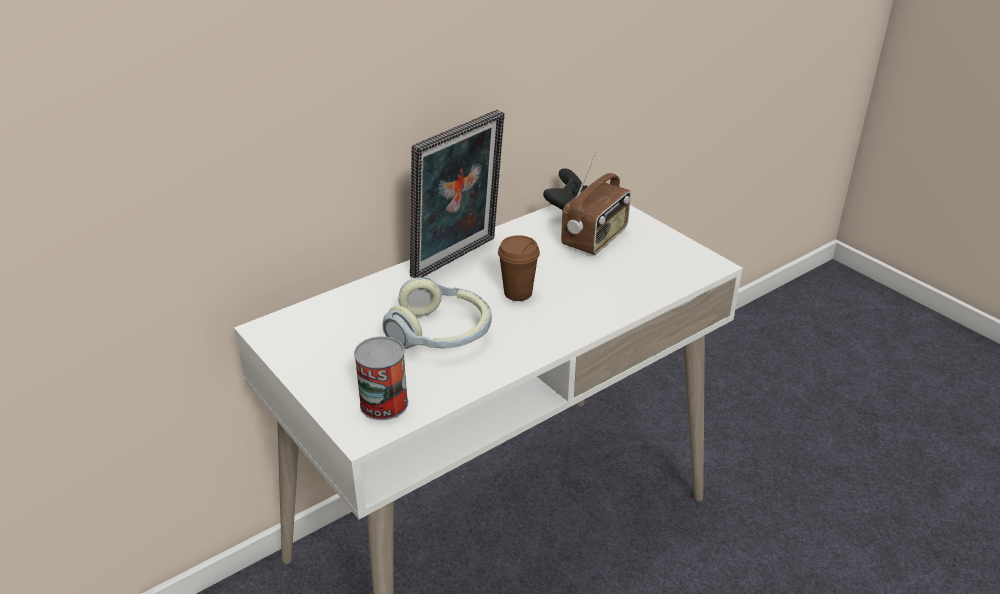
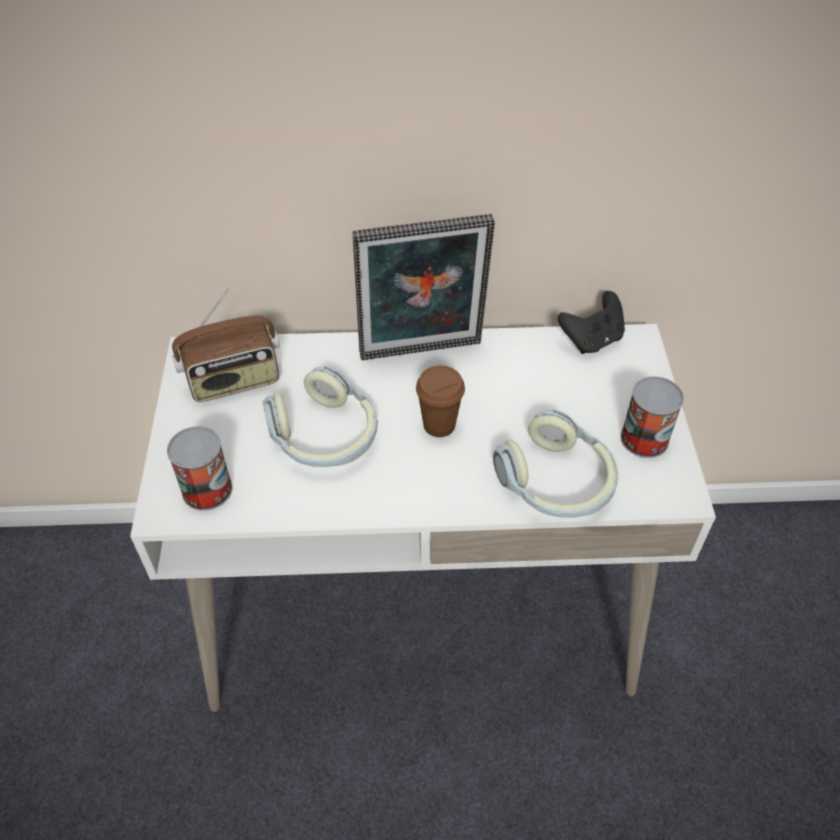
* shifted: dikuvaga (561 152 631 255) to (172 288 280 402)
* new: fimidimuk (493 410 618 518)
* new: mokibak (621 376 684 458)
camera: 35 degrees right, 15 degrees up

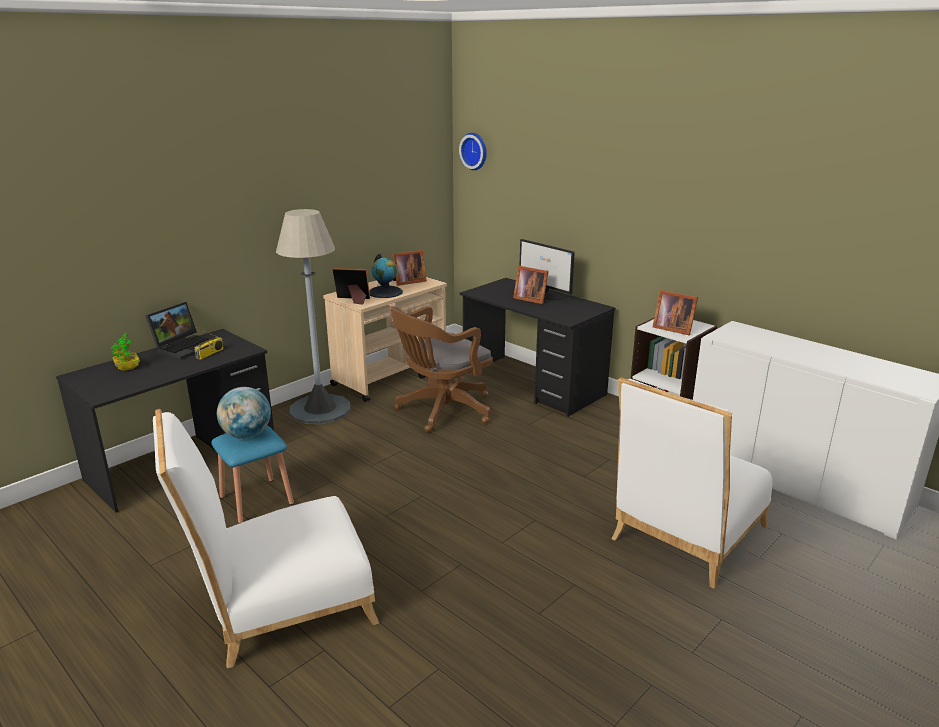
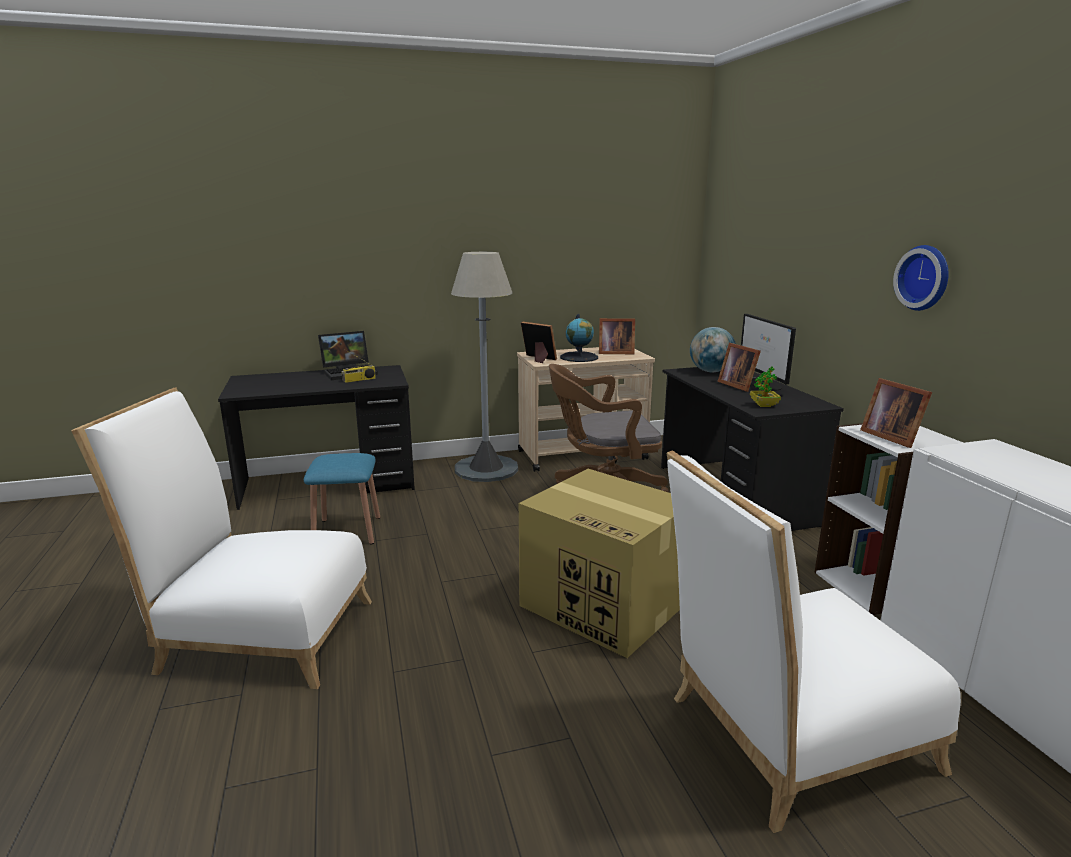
* shifted: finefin (111 333 140 371) to (750 366 781 407)
* shifted: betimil (217 387 271 439) to (690 327 736 372)
* shifted: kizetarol (459 133 487 170) to (893 245 949 311)
* new: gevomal (519 469 680 658)
camera: 30 degrees right, 5 degrees down

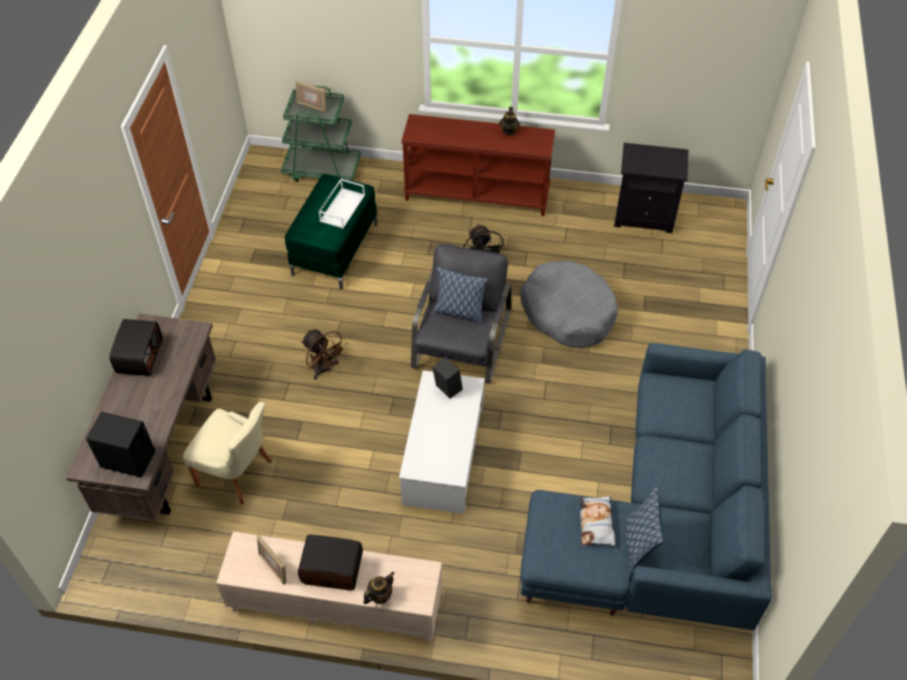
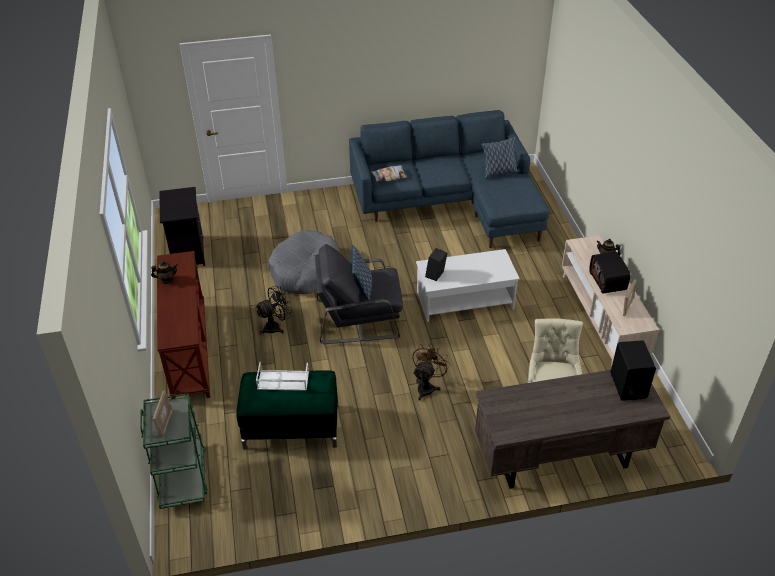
* gone: dikuvaga (109 319 163 376)
* shifted: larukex (579 496 615 546) to (371 165 407 183)
camera: 110 degrees left, 10 degrees down

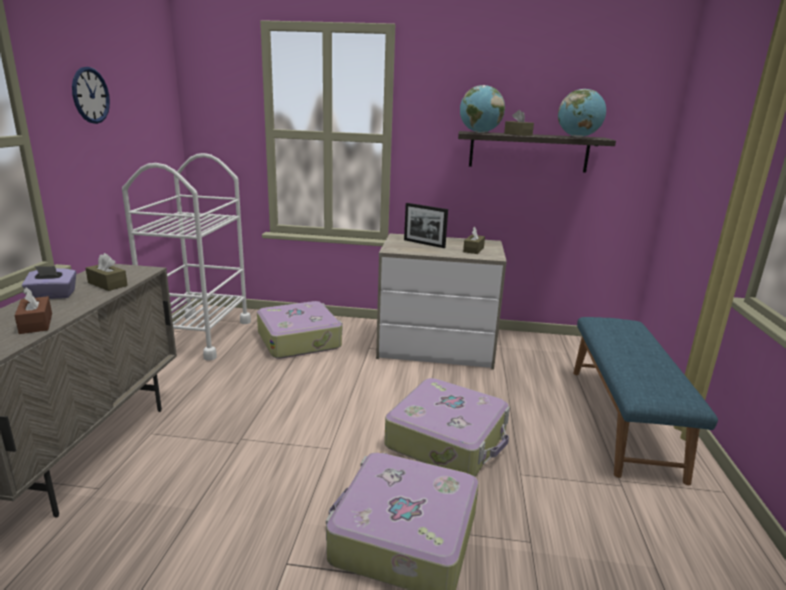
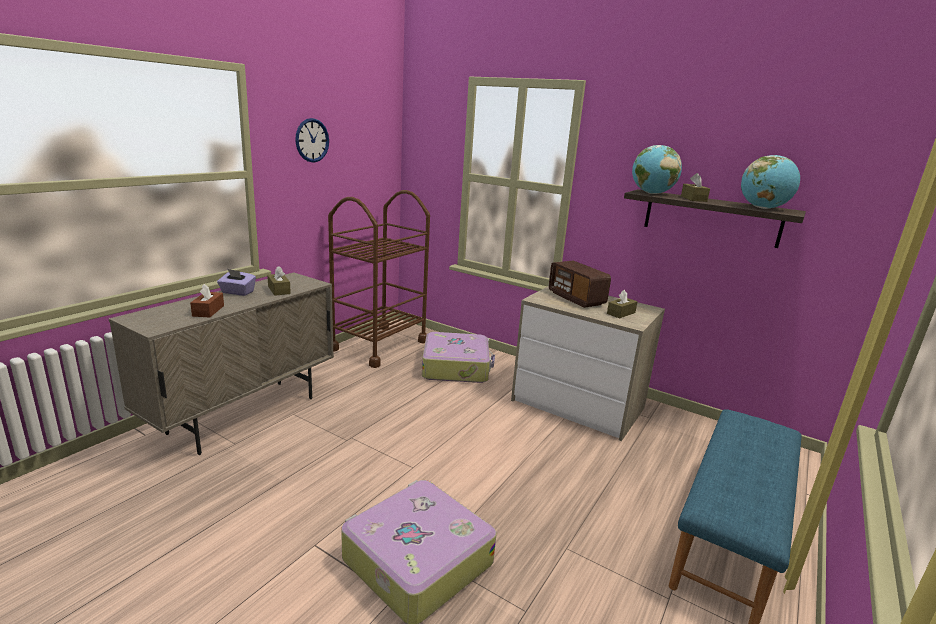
* repainted: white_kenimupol (122 153 251 361) to brown_kenimupol (328 190 430 368)
* gone: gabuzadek (384 378 510 477)
* swapped: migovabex (404 203 448 248) to dikuvaga (549 261 611 308)
camera: 25 degrees right, 0 degrees up

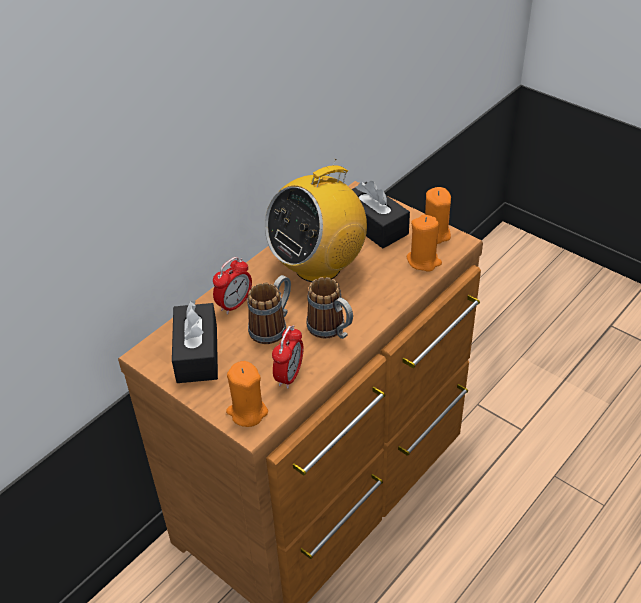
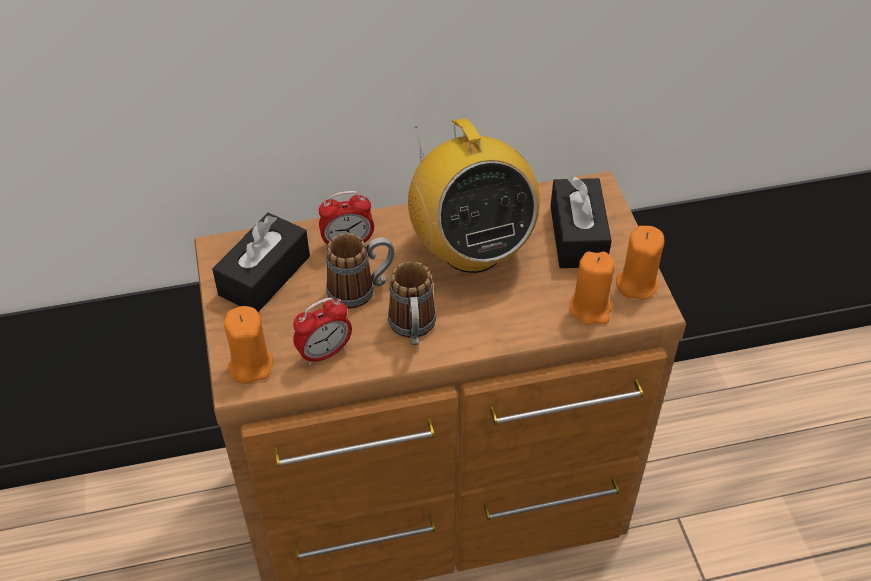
* rotated: dikuvaga (264 159 367 282) = (408 118 540 273) 105 degrees counterclockwise
camera: 35 degrees right, 5 degrees up

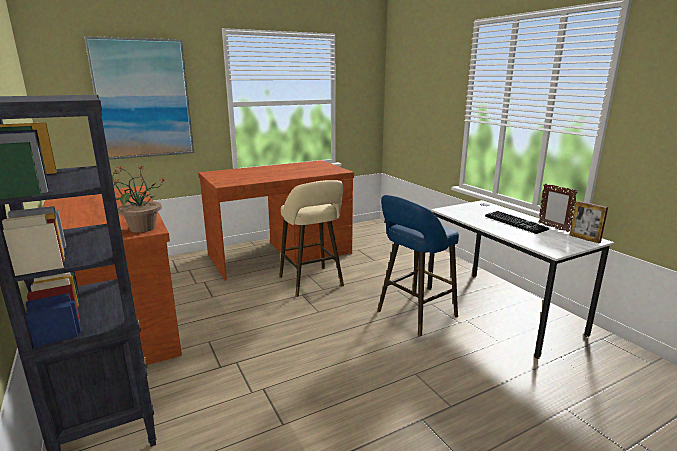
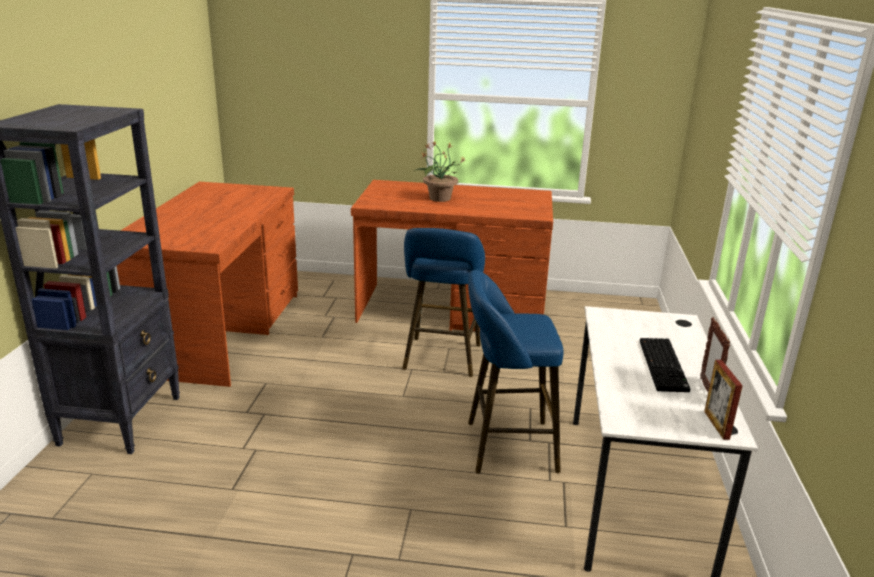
* gone: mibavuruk (84 36 194 160)
* shifted: finefin (112 164 166 233) to (414 141 466 202)
* repainted: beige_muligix (279 180 344 297) to blue_muligix (402 228 485 377)
camera: 35 degrees right, 5 degrees up

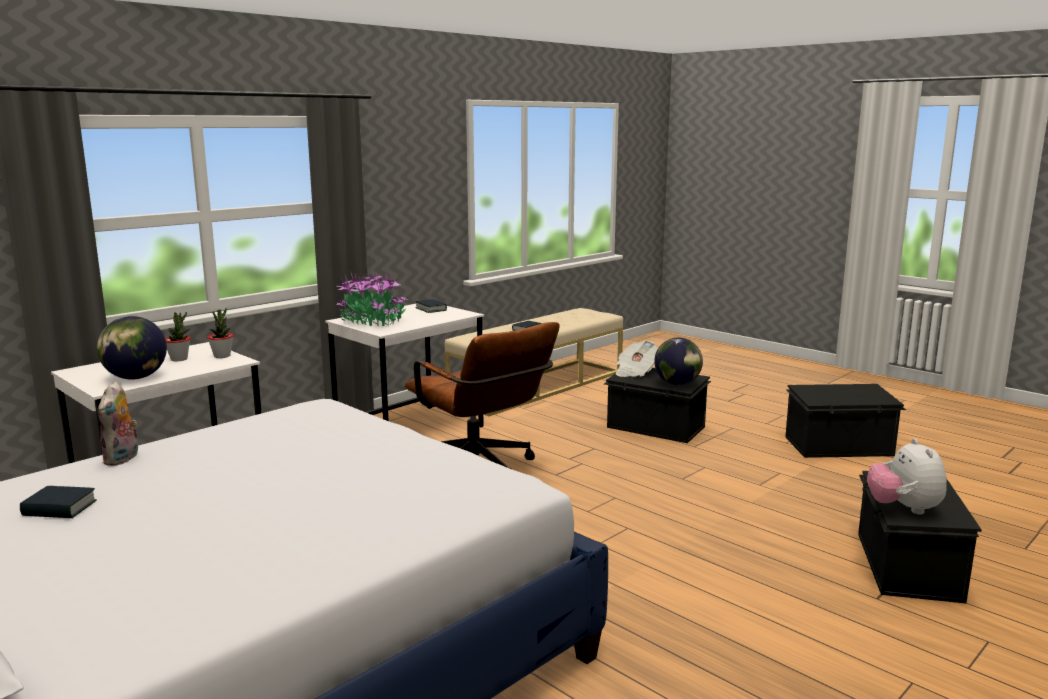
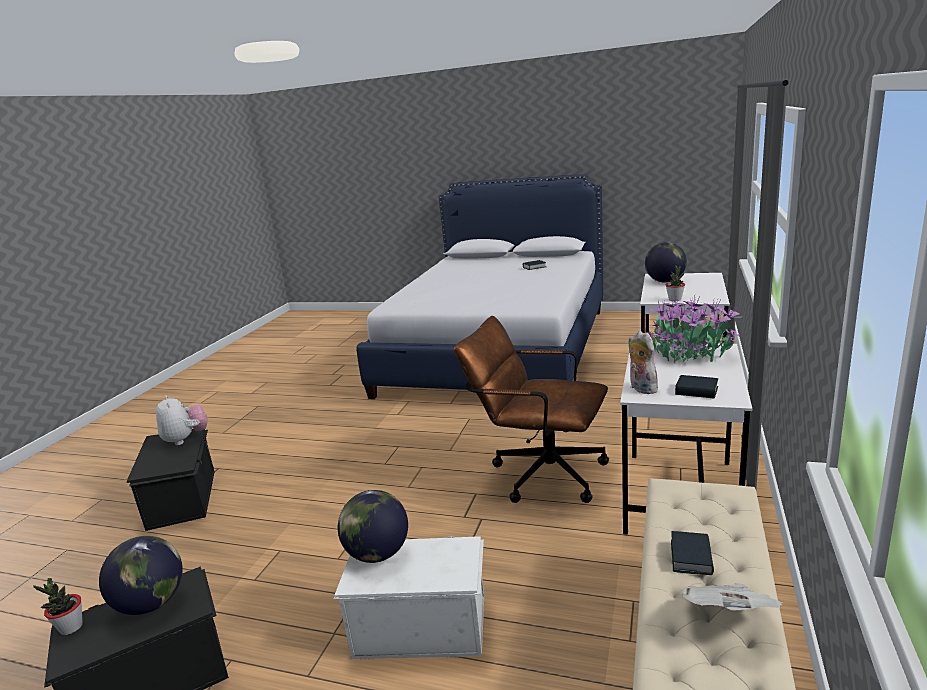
* shifted: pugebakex (98 381 138 466) to (628 331 660 394)
* shifted: finefin (165 312 190 361) to (34 578 83 635)
* repainted: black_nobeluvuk (604 368 711 443) to white_nobeluvuk (334 536 484 659)
* shifted: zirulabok (616 341 658 377) to (682 583 783 610)
* new: betimil (99 536 183 615)
camera: 155 degrees right, 5 degrees up

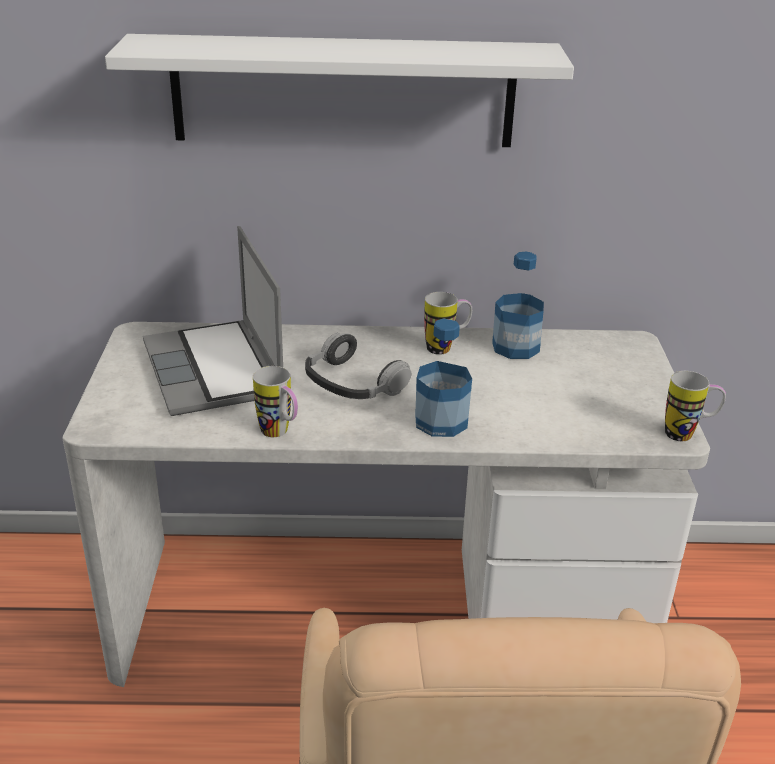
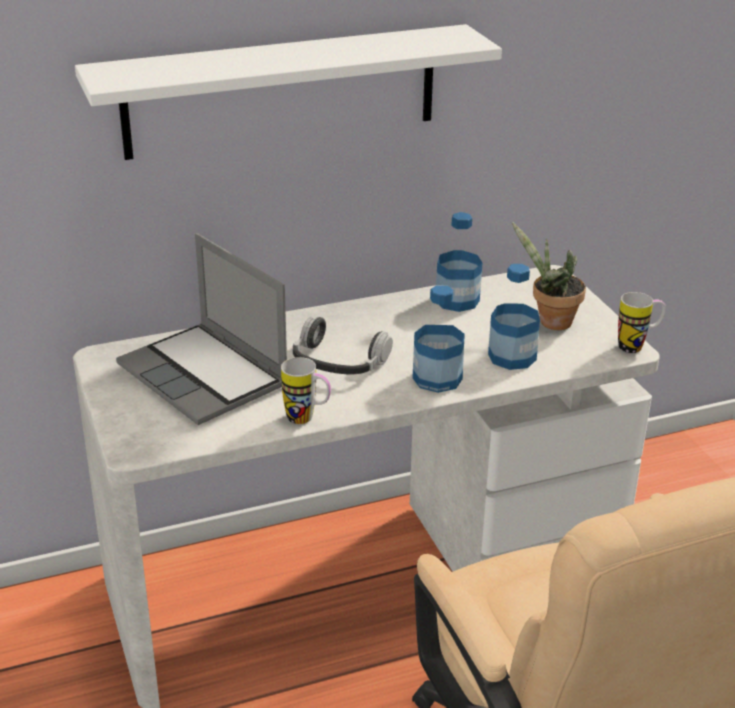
* gone: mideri (424 292 472 355)
* new: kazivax (488 264 540 370)
* new: finefin (512 222 586 330)
camera: 20 degrees left, 0 degrees up

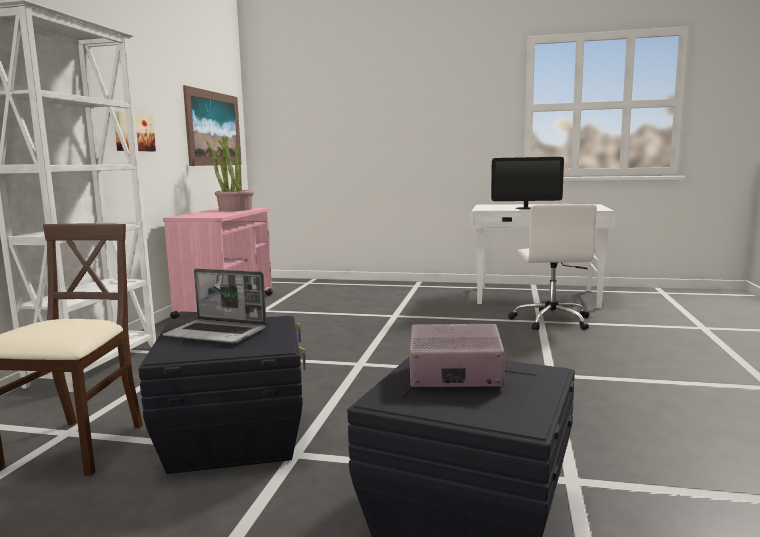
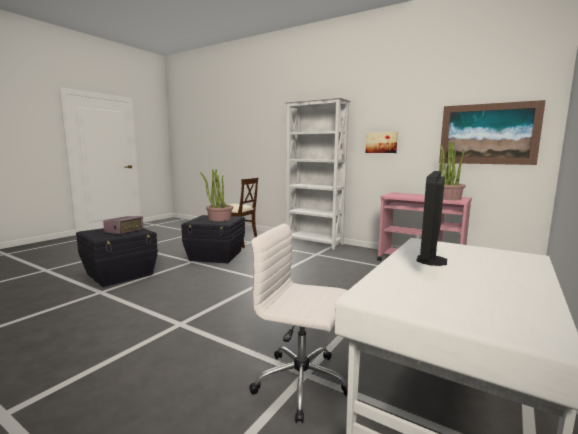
* swapped: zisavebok (163 268 267 343) to finefin (200 169 233 221)
camera: 110 degrees right, 0 degrees up

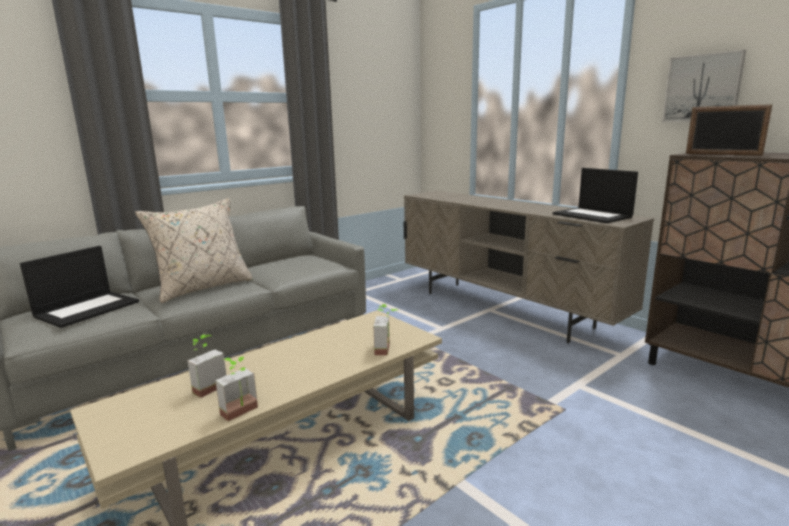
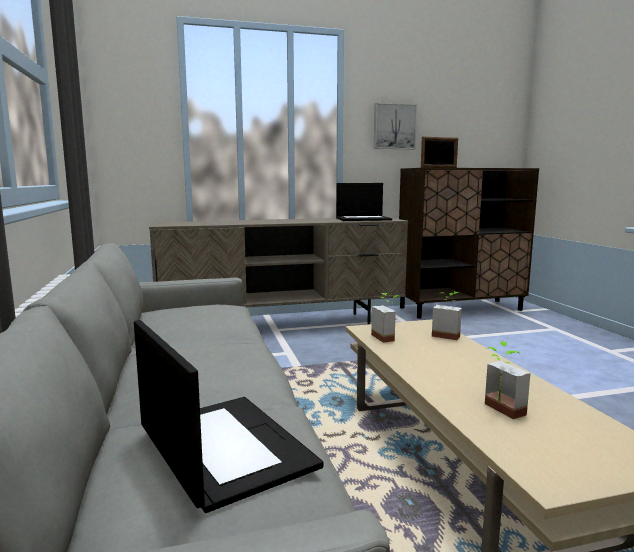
* gone: beige_larukex (135 198 253 303)
* shifted: finefin (215 357 258 421) to (371 293 399 343)
camera: 65 degrees left, 5 degrees down

